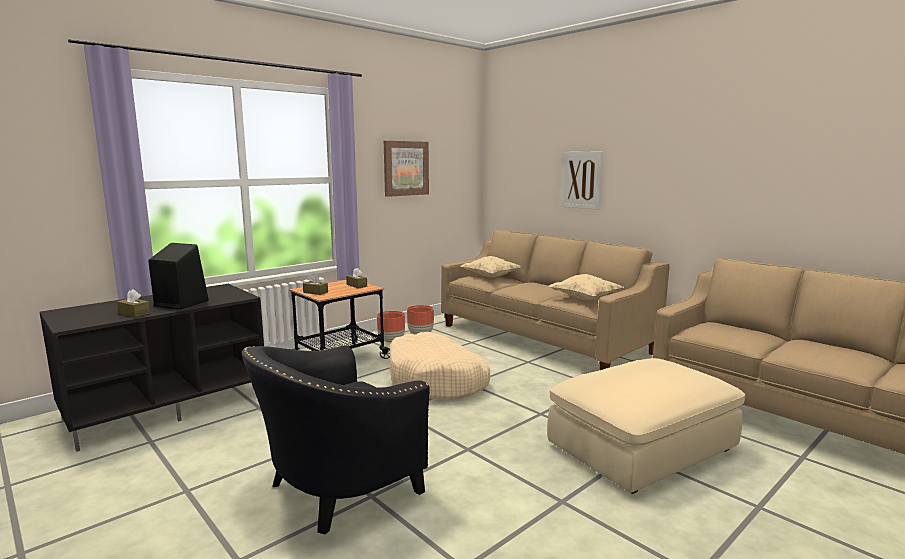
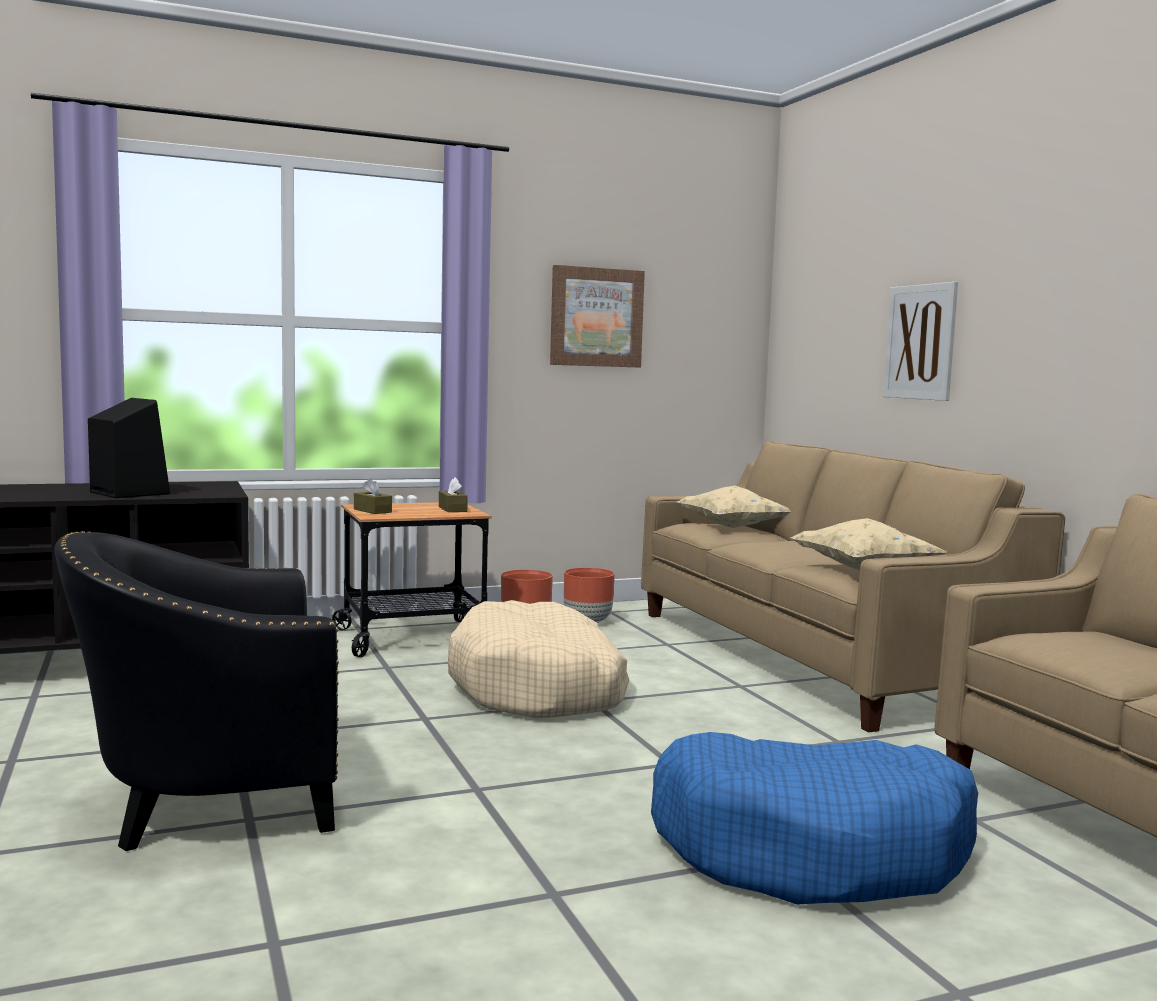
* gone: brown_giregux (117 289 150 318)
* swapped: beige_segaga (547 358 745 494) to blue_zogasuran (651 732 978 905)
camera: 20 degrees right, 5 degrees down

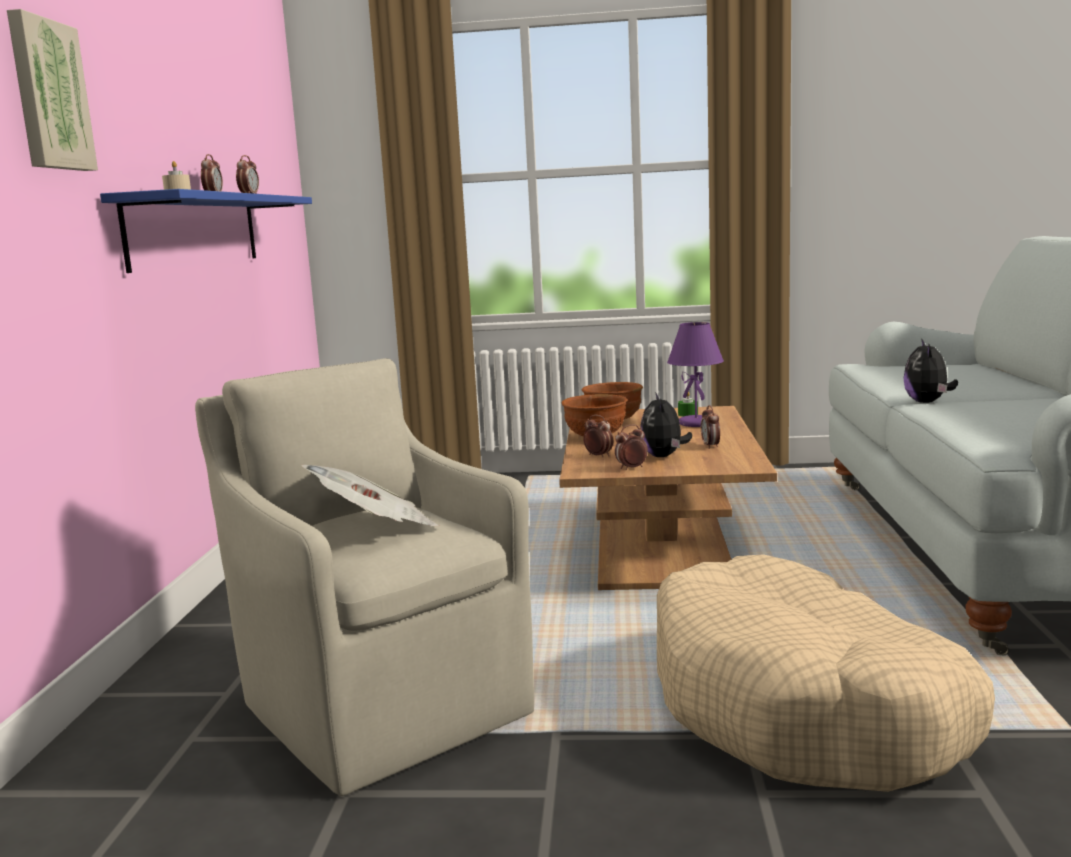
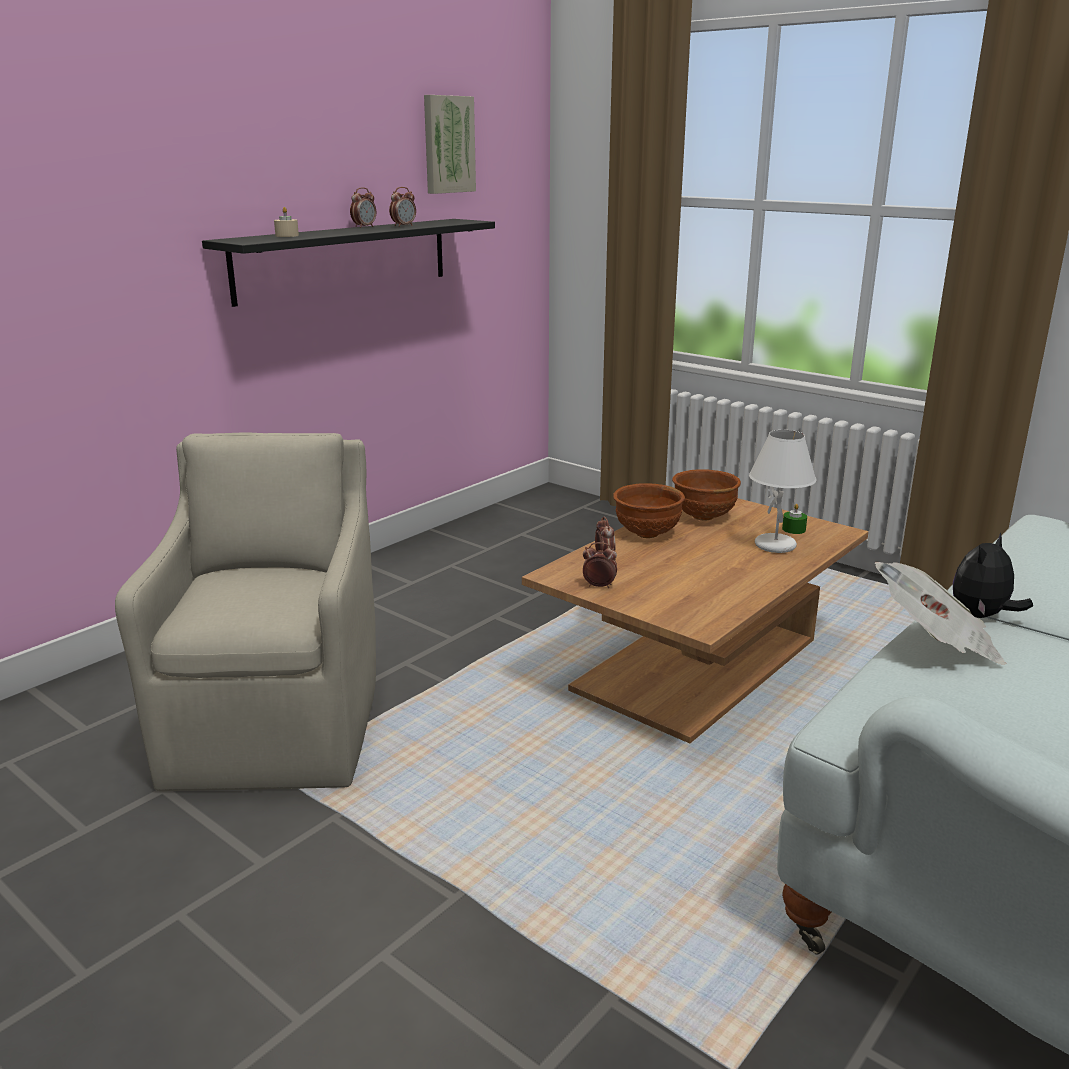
* shifted: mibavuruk (7 9 98 171) to (424 95 476 194)
* repainted: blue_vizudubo (100 189 312 273) to black_vizudubo (202 219 495 307)
* shifted: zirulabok (301 465 439 526) to (875 561 1007 665)
* gone: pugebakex (640 392 692 457)
* gone: beige_zogasuran (657 554 995 792)
* repainted: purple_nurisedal (667 322 724 427) to white_nurisedal (749 430 816 553)
* gone: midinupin (701 405 720 449)
camera: 35 degrees right, 10 degrees up

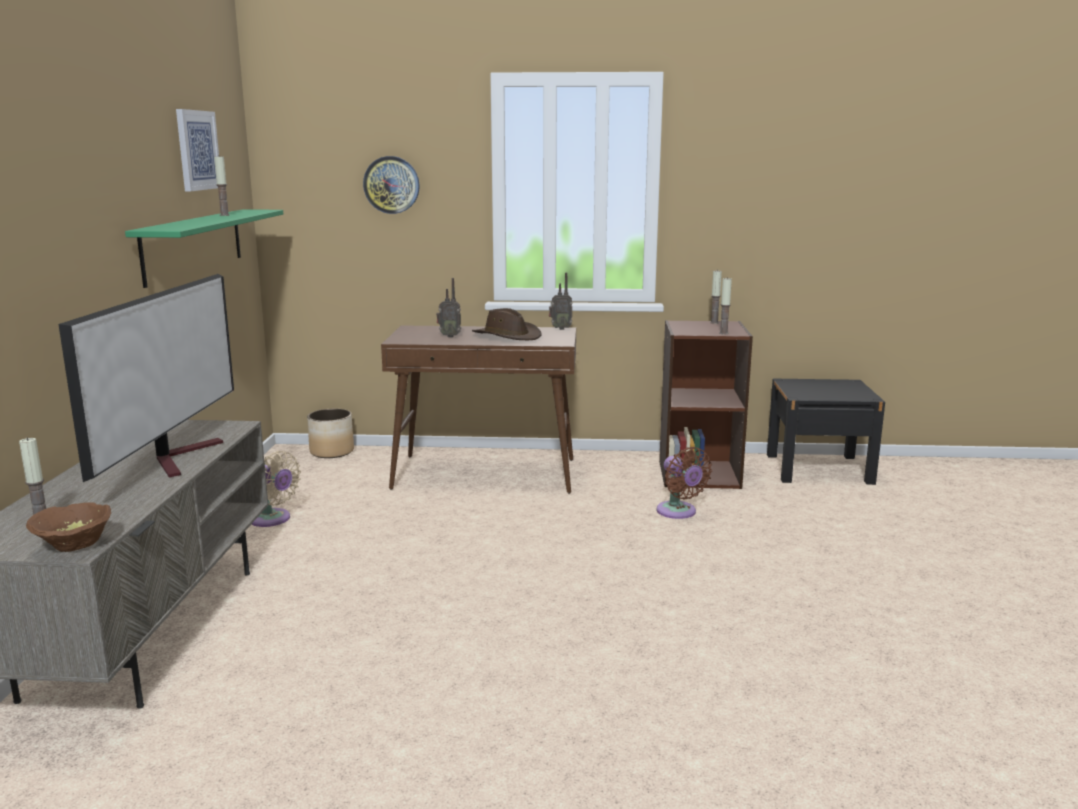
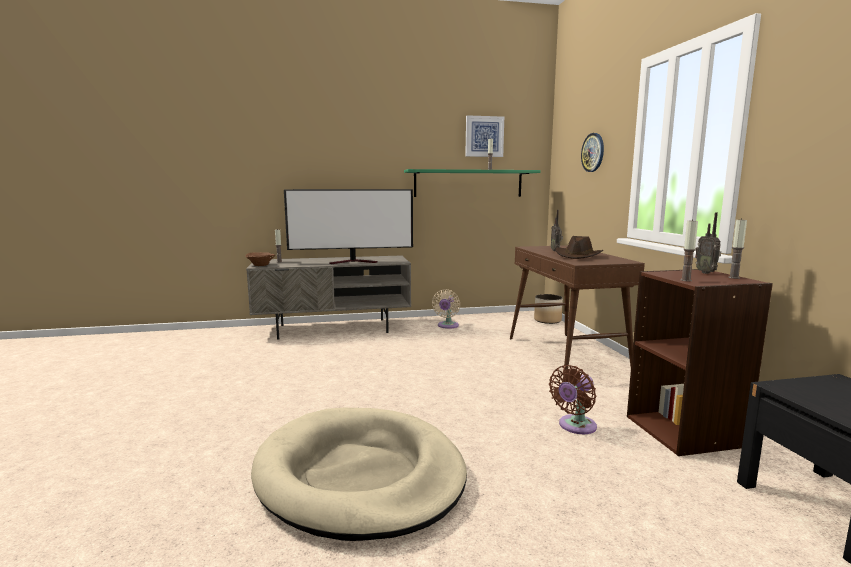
* shifted: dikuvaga (549 272 573 330) to (695 212 721 274)
* new: beige_zogasuran (251 408 467 541)
camera: 75 degrees right, 5 degrees down

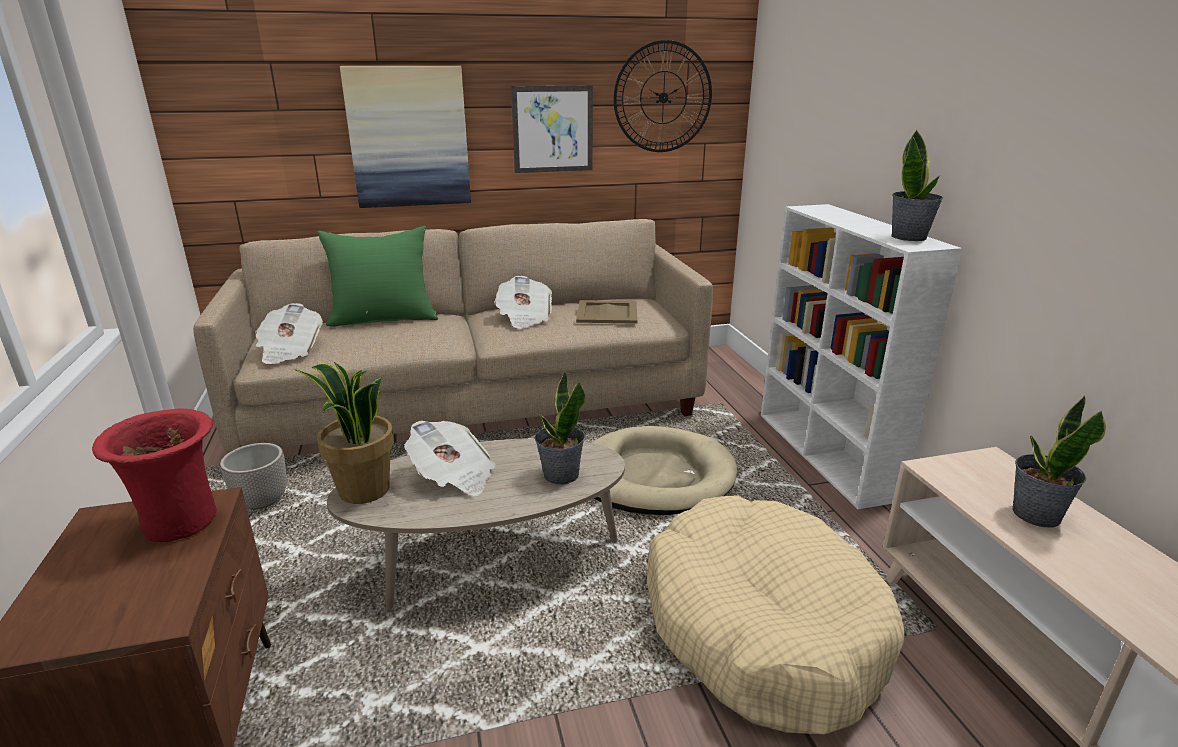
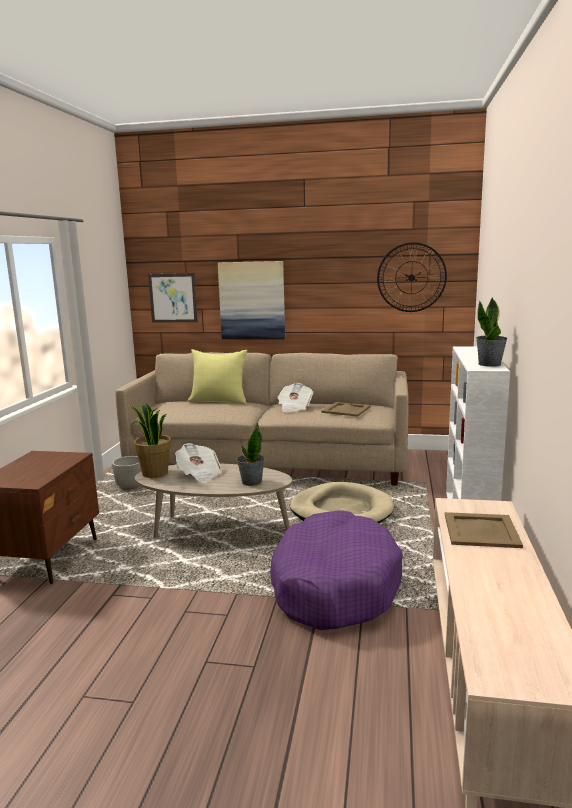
* gone: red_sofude (92 409 217 542)
* gone: zirulabok (255 303 323 364)
* repainted: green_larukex (317 226 438 327) to yellow_larukex (187 349 247 404)
* shifted: mibavuruk (511 86 593 173) to (148 273 198 322)
* repainted: beige_zogasuran (647 495 905 734) to purple_zogasuran (270 510 403 630)
* swapped: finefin (1012 395 1106 528) to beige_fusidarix (445 512 523 548)
camera: 25 degrees right, 10 degrees down

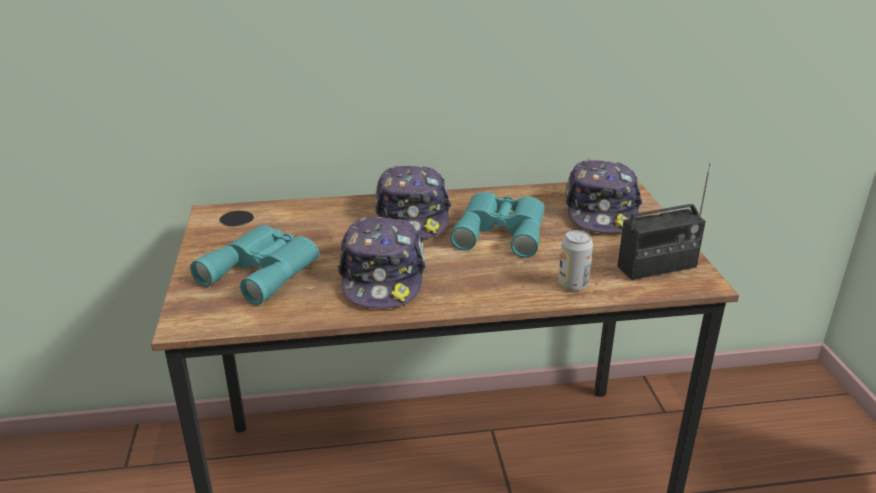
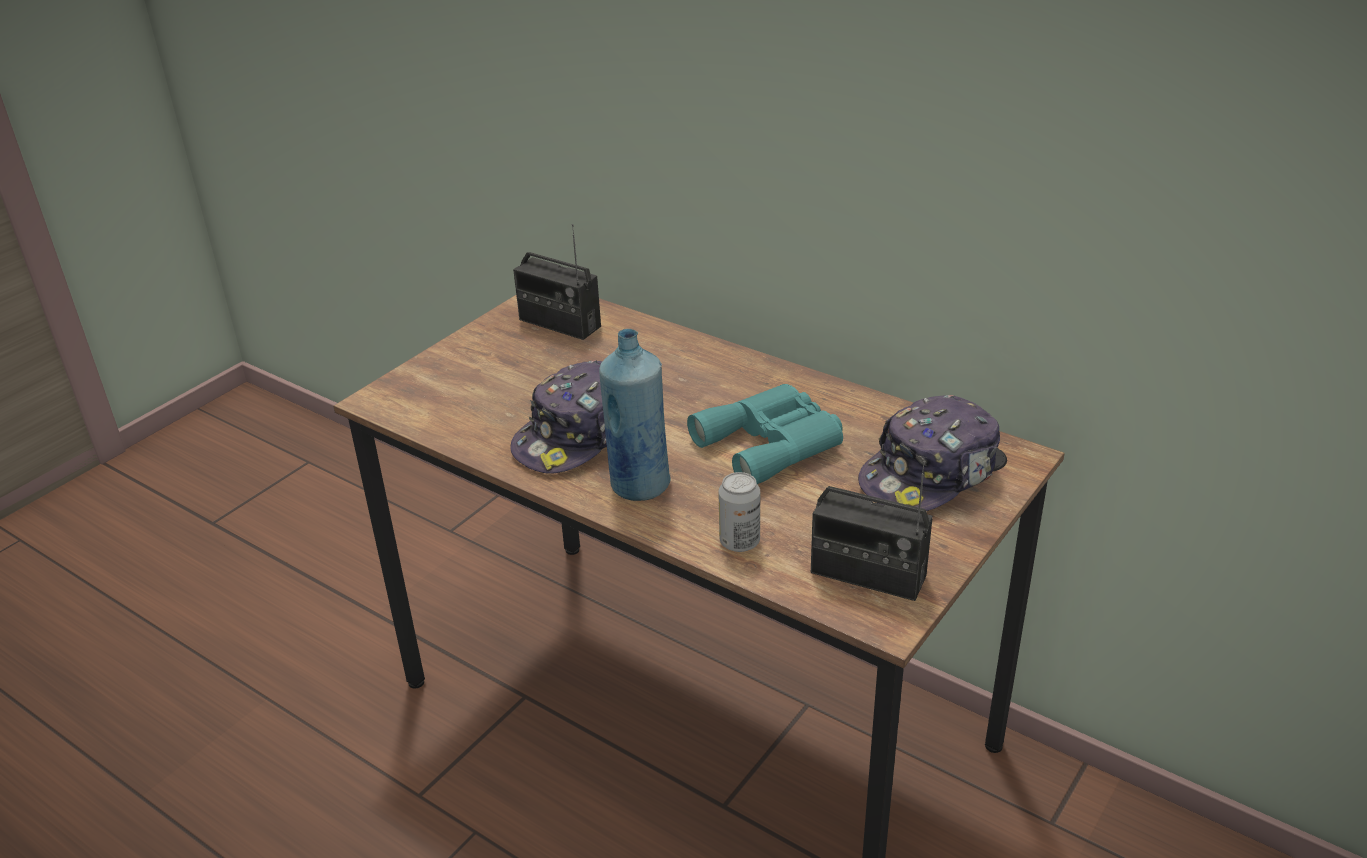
* gone: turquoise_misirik (190 225 319 305)
* gone: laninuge (375 165 452 239)
* new: dikuvaga (513 224 601 340)
* new: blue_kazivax (599 329 671 501)
camera: 45 degrees right, 5 degrees up

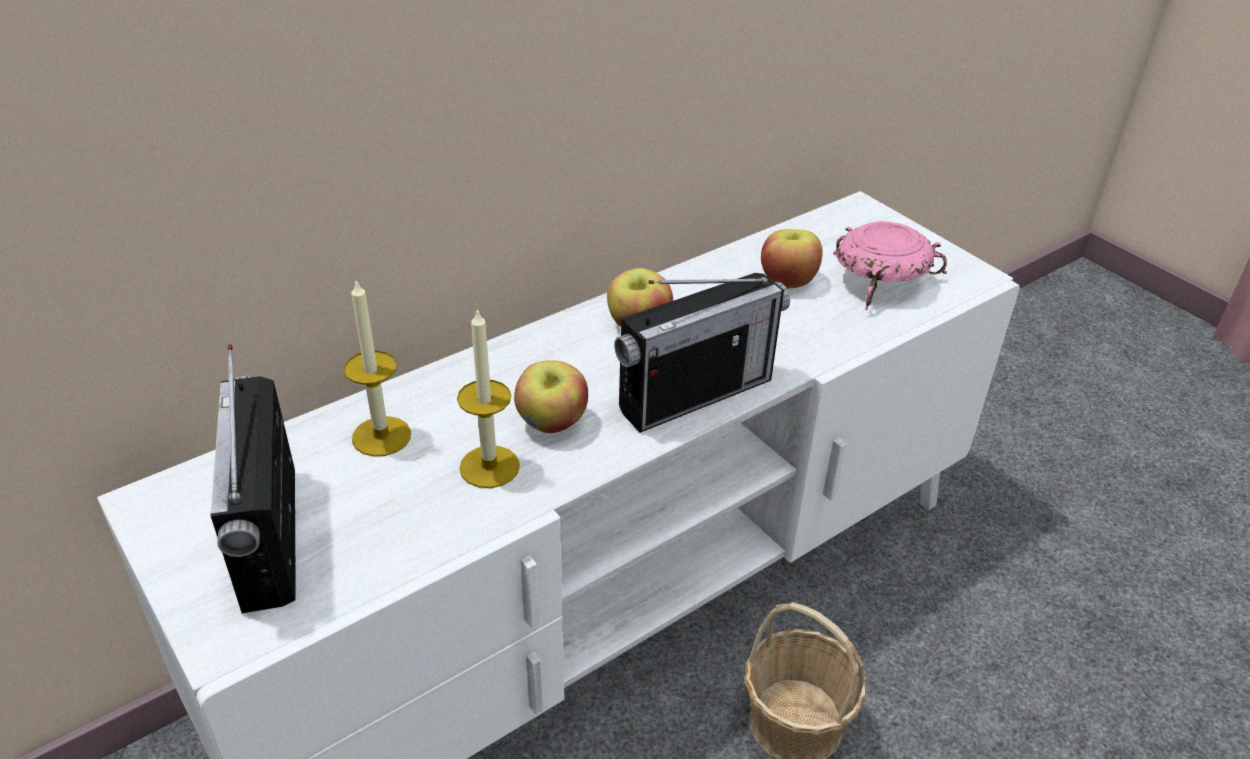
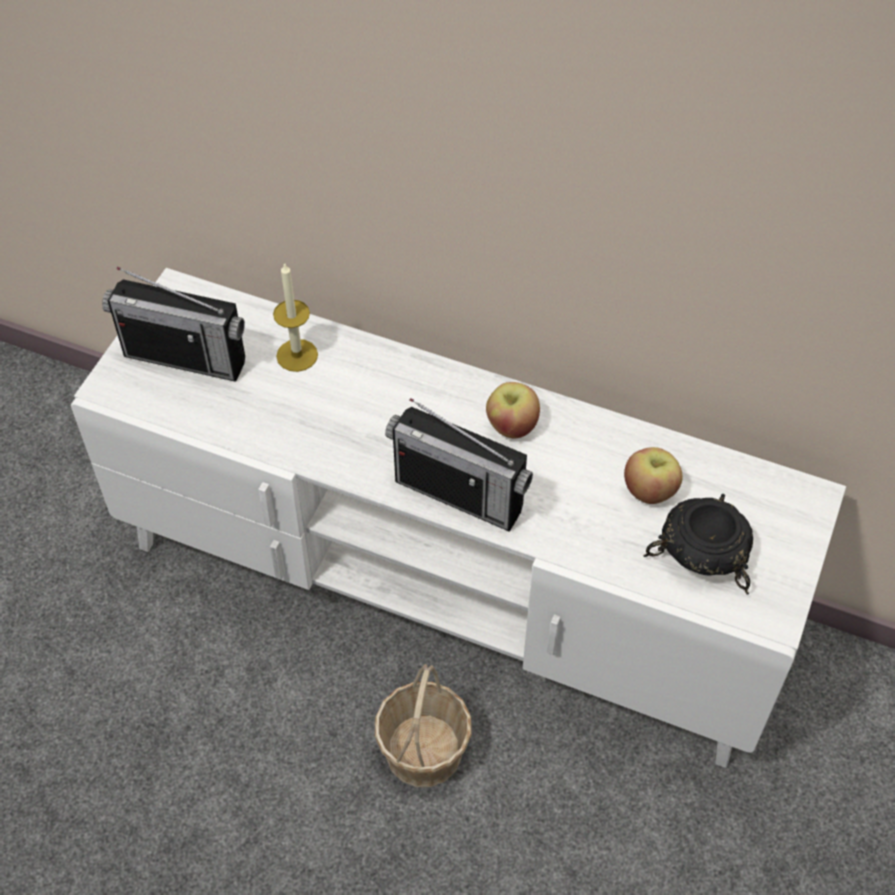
* rotated: dikuvaga (210 344 296 613) = (102 267 245 382) 120 degrees counterclockwise
* gone: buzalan (457 308 520 488)
* gone: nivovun (514 360 588 433)
* repainted: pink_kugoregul (833 221 947 310) to black_kugoregul (643 494 753 594)
camera: 60 degrees right, 15 degrees up

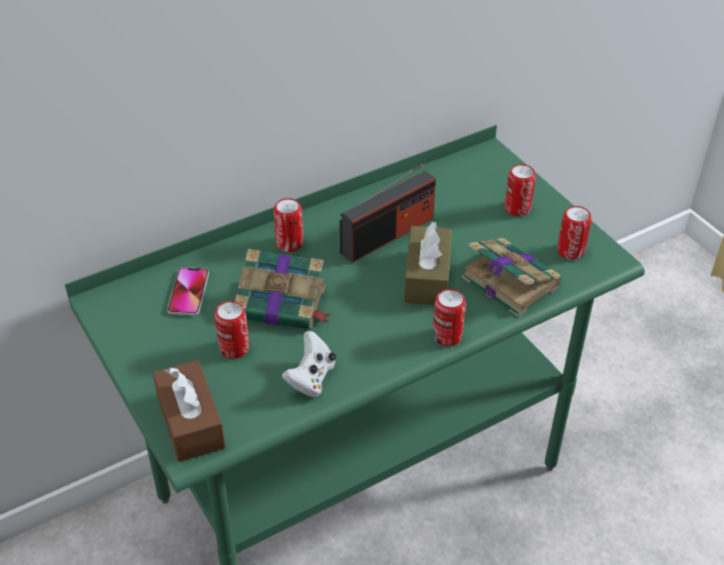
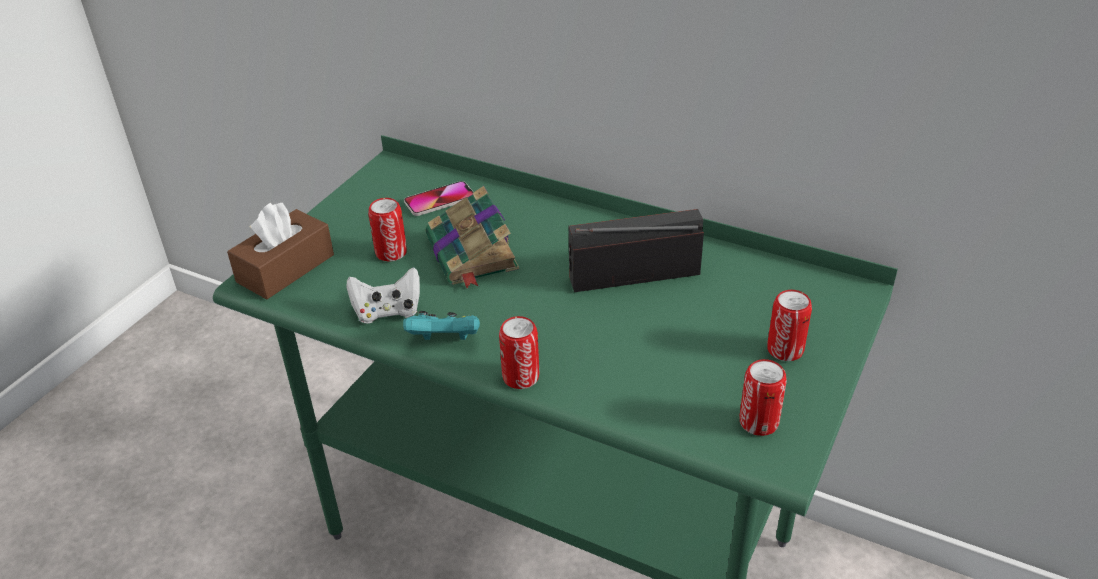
* gone: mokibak (274 198 303 252)
* rotated: dikuvaga (340 164 436 263) = (569 209 704 292) 150 degrees clockwise
* gone: brown_giregux (404 222 452 305)
* gone: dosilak (462 238 561 317)
* new: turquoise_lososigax (403 311 480 340)
camera: 60 degrees right, 5 degrees down

